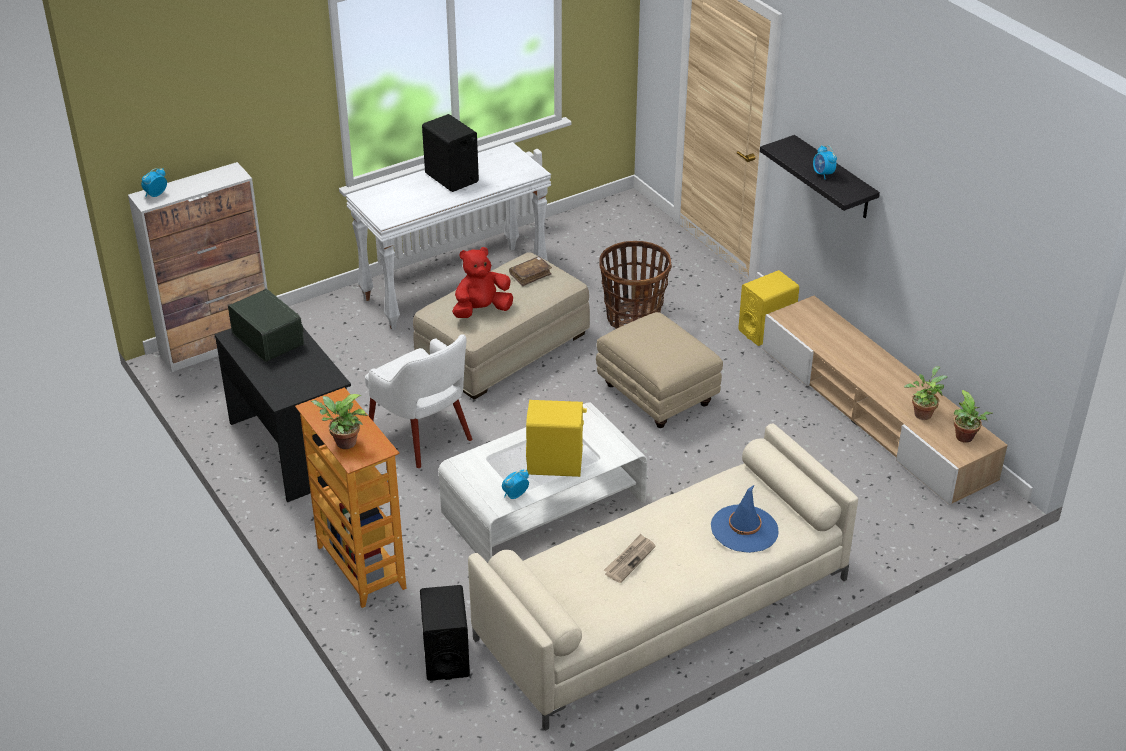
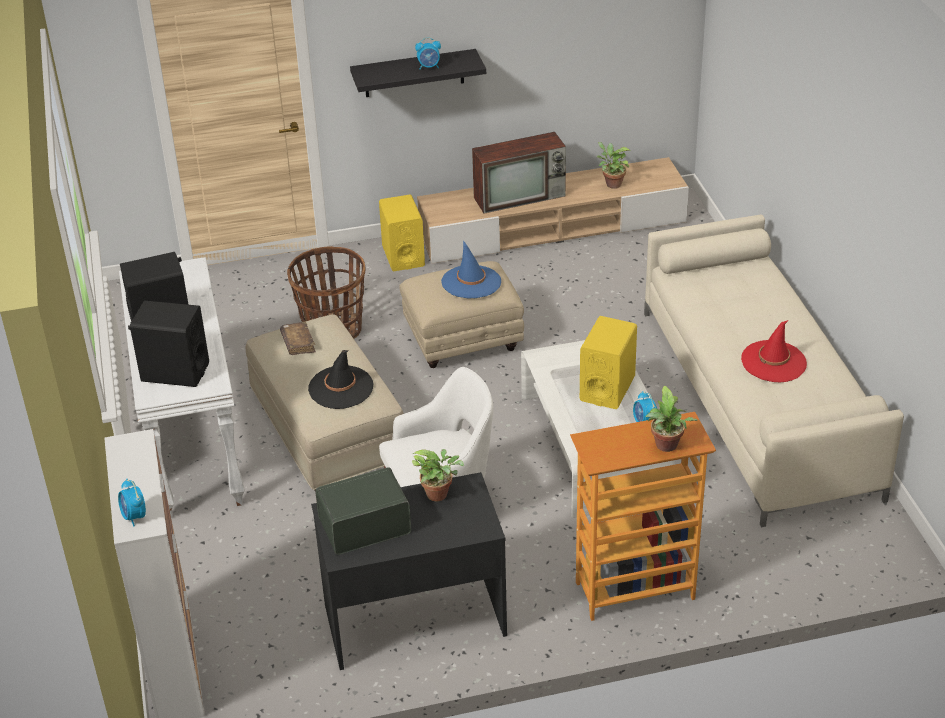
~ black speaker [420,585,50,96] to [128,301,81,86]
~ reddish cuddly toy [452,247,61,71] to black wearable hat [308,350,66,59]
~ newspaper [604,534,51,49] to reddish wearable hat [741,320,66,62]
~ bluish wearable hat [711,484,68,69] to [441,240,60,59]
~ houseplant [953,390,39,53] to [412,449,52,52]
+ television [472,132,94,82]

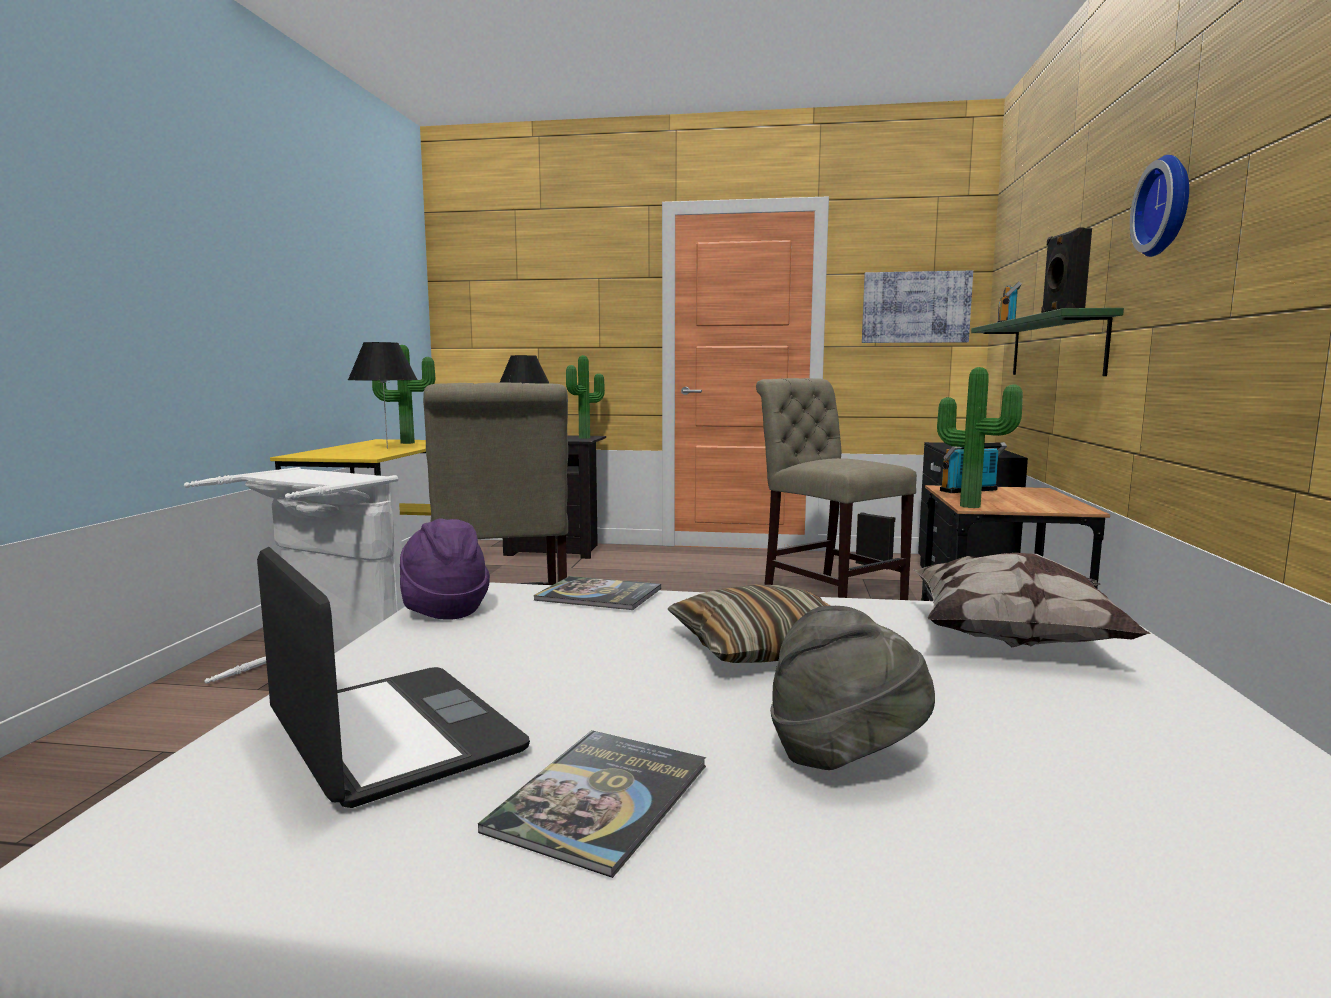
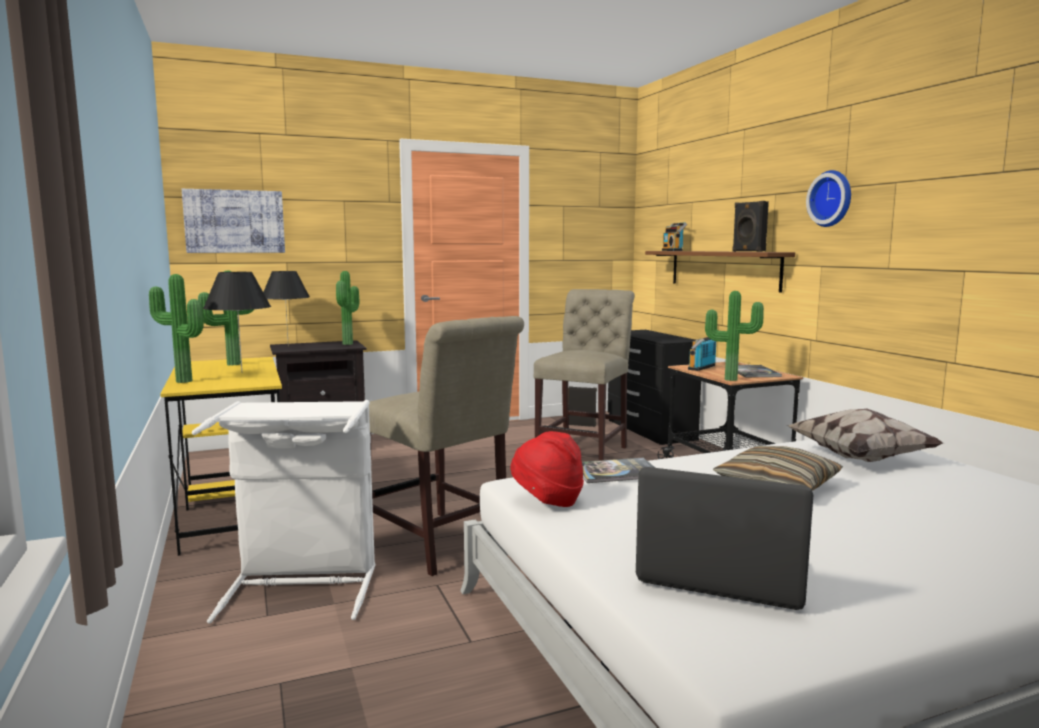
~ purplish wearable hat [400,518,90,102] to reddish wearable hat [510,431,74,76]
~ volume [478,730,228,148] to [738,365,44,12]
~ beige upright chair [756,378,161,222] = [534,289,101,172] 90 degrees clockwise
- greyish wearable hat [770,606,165,164]
~ wall picture [862,271,111,72] to [182,189,103,64]
~ green-coloured shelf [971,308,153,68] to brownish shelf [645,251,150,42]
+ houseplant [149,274,55,109]

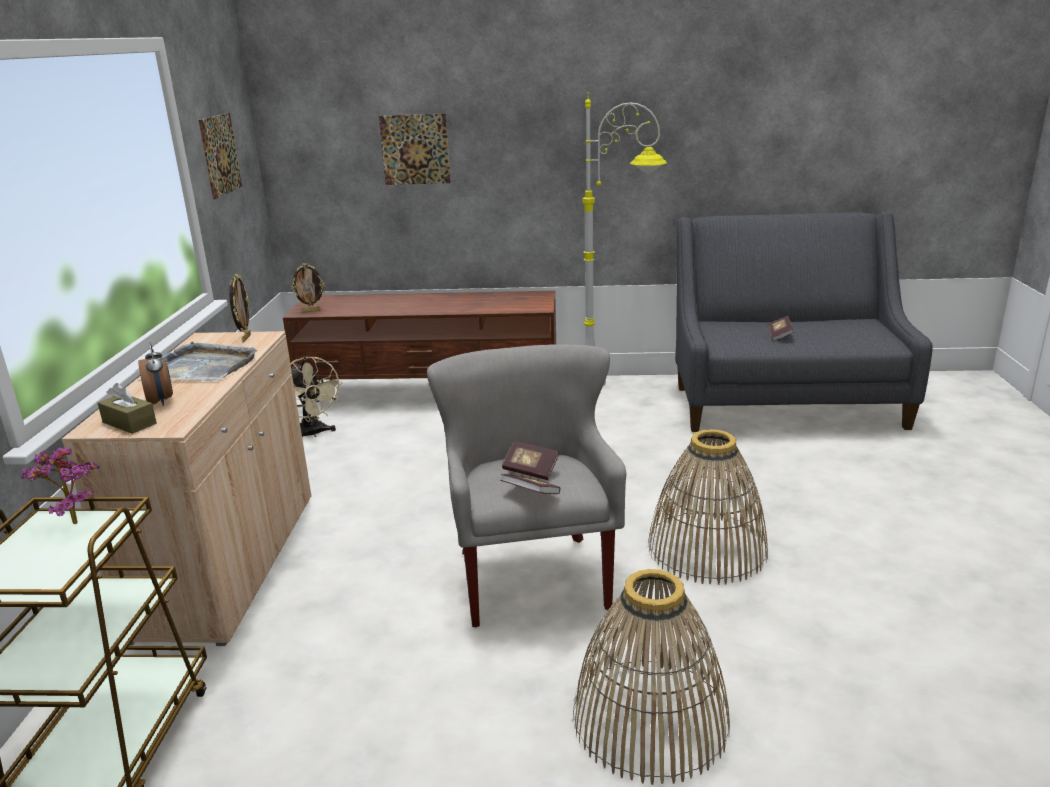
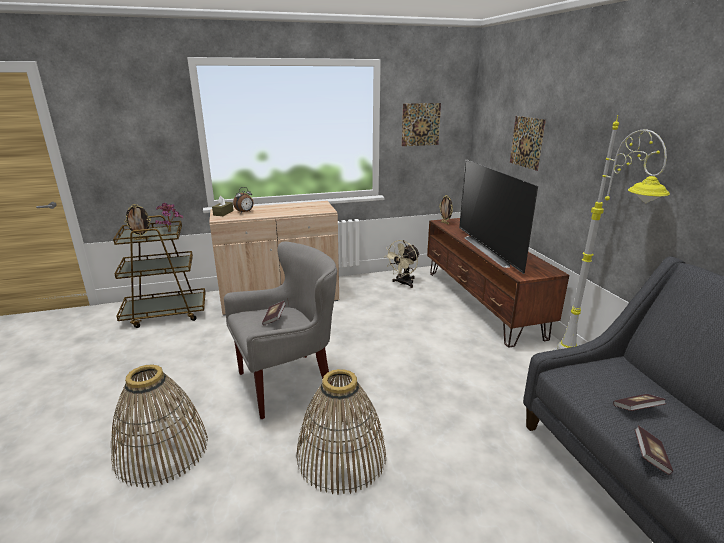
- greyish carrying tray [136,341,121,41]
~ photo frame [229,274,22,68] to [124,204,27,36]
~ volume [500,474,61,20] to [634,426,39,49]
+ television [459,159,79,115]

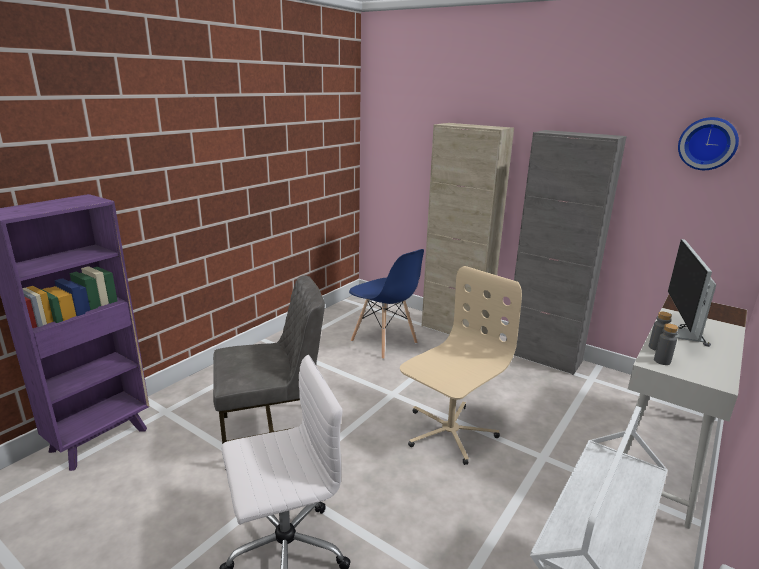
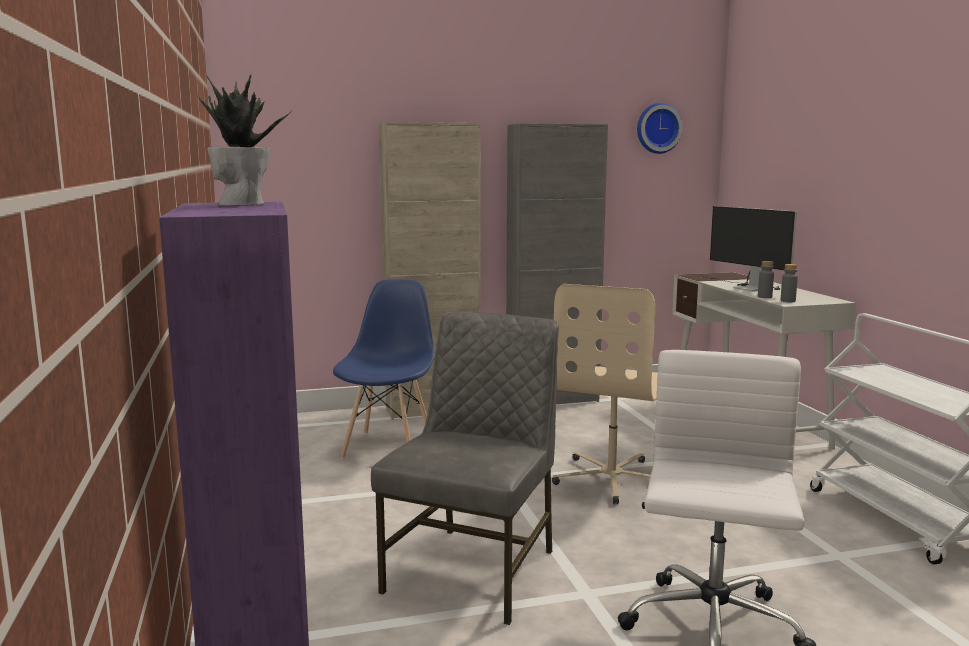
~ bluish upright chair [349,249,75,110] = [333,279,101,180] 75 degrees counterclockwise
~ beige desk chair [400,266,122,199] = [552,284,106,221] 150 degrees counterclockwise
+ houseplant [196,74,97,132]

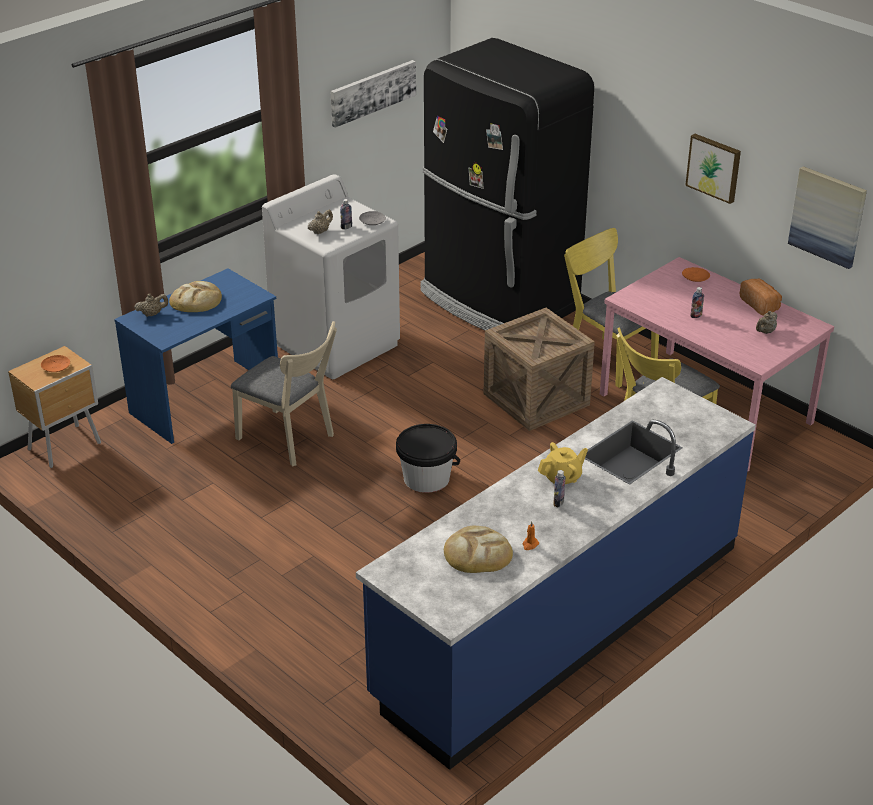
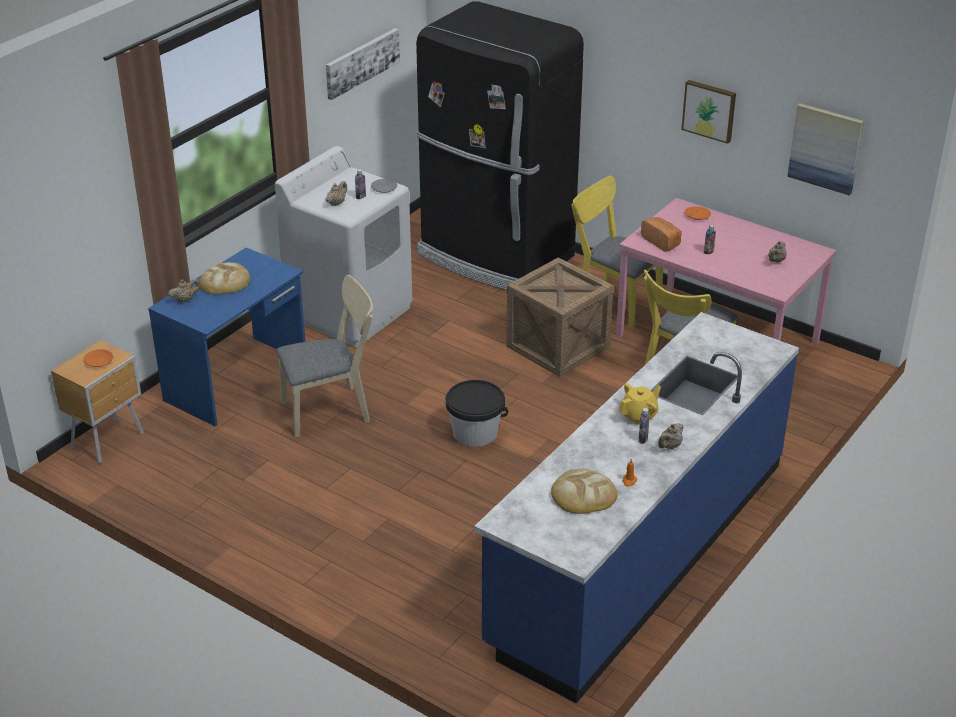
~ beige upright chair [231,321,106,146] = [276,275,97,162] 45 degrees counterclockwise
~ bakery bread [739,279,43,37] to [641,217,41,35]
+ beige teapot [658,423,25,26]

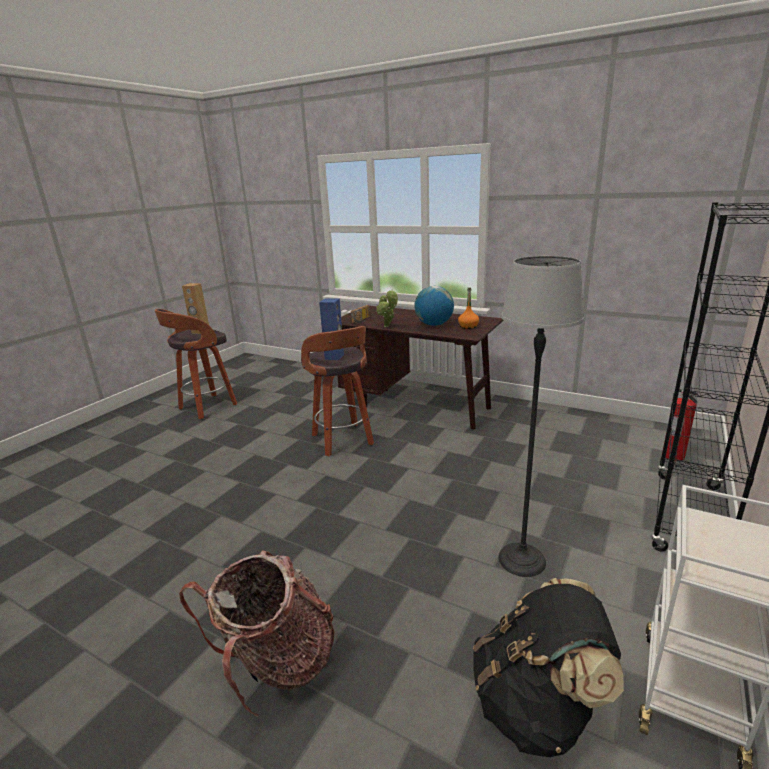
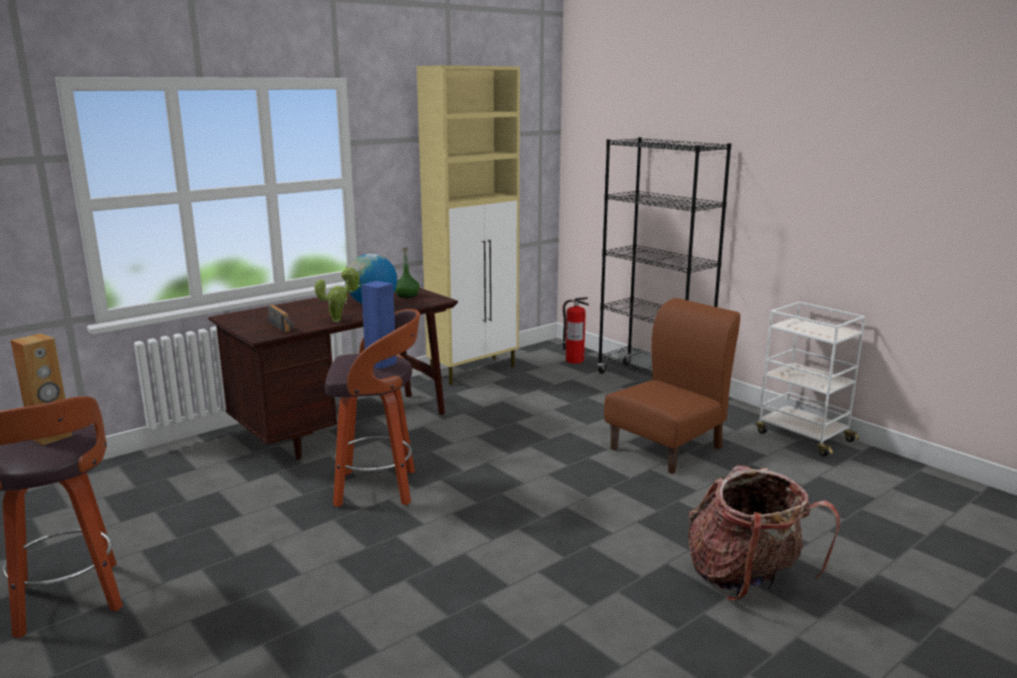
~ orange-coloured bottle [458,288,21,41] to green-coloured bottle [395,248,25,50]
- black rucksack [473,578,151,179]
~ standard lamp [498,256,86,321] to brownish upright chair [604,298,136,176]
+ beige storage cabinet [417,65,103,320]

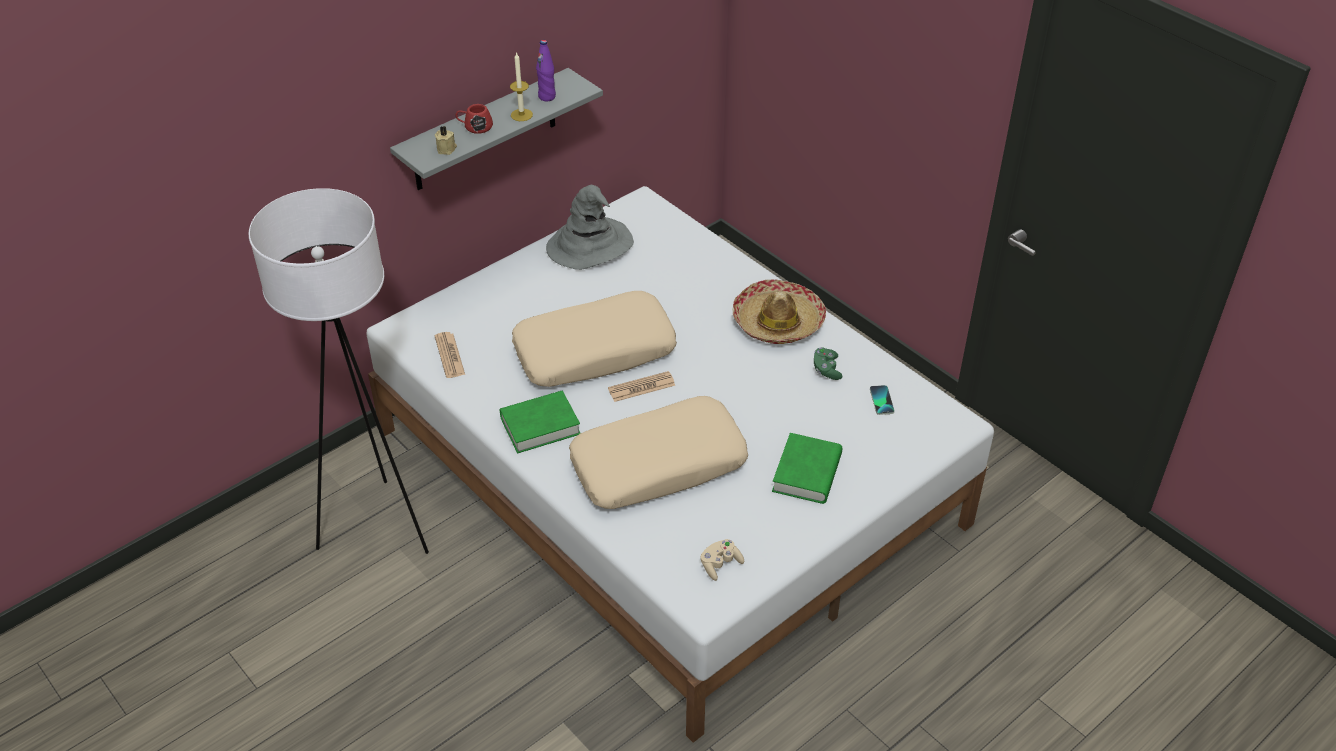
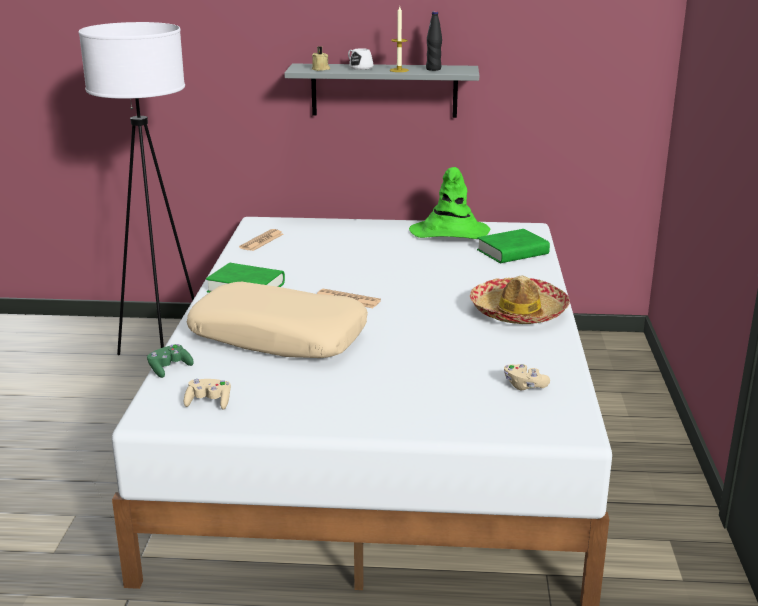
~ reddish tea mug [456,104,37,30] to white tea mug [348,48,25,22]
- beige throw pillow [512,291,165,96]
~ purplish bottle [536,40,20,61] to black bottle [426,11,16,60]
~ greyish wearable hat [546,185,88,85] to green-coloured wearable hat [409,167,81,72]
~ green-coloured volume [772,433,70,71] to [477,229,73,34]
~ green-coloured game controller [814,347,28,33] to [147,344,47,34]
~ phone [870,385,25,30] to beige game controller [504,364,46,26]

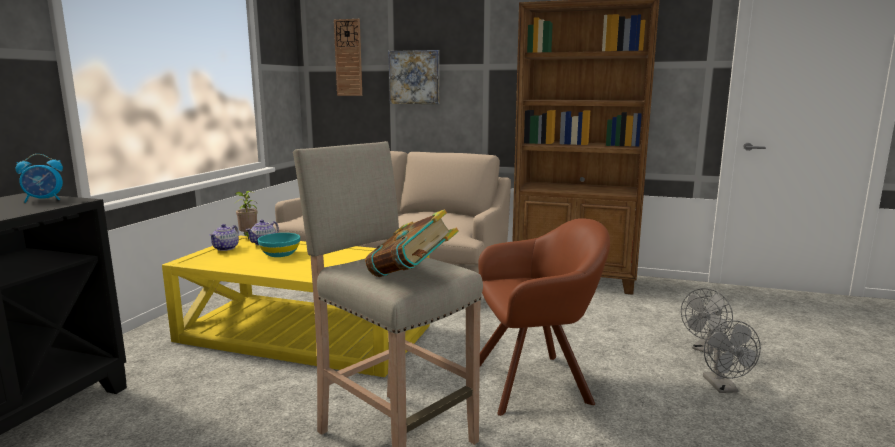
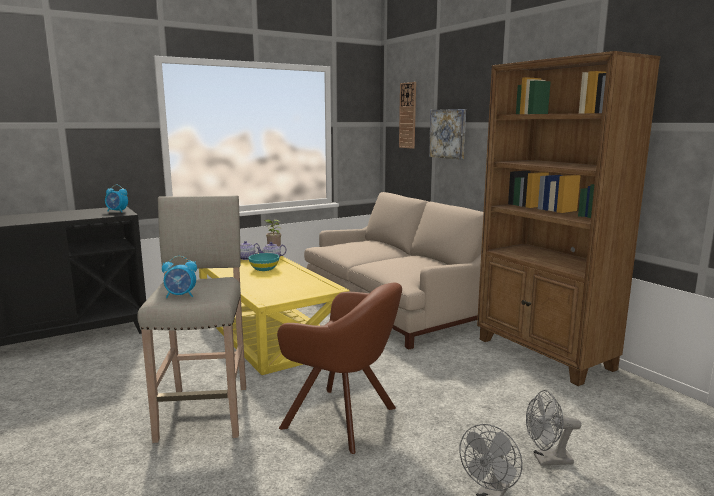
~ volume [365,209,94,68] to alarm clock [162,256,35,42]

